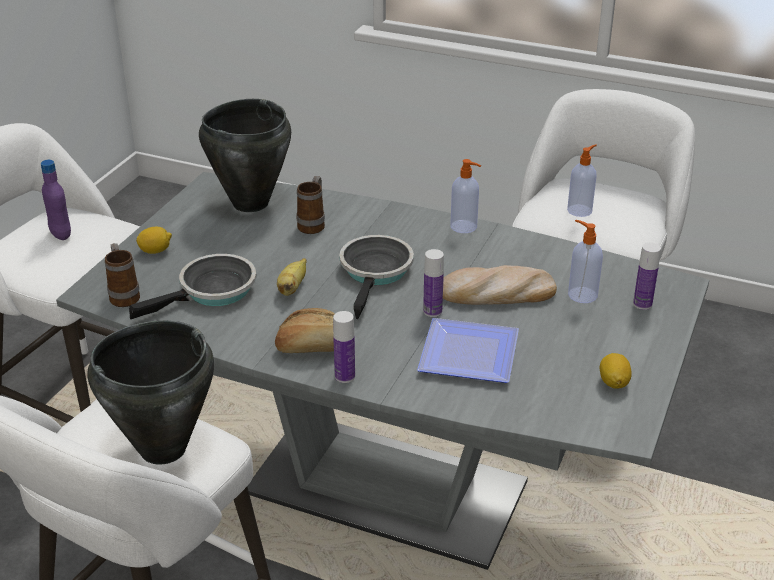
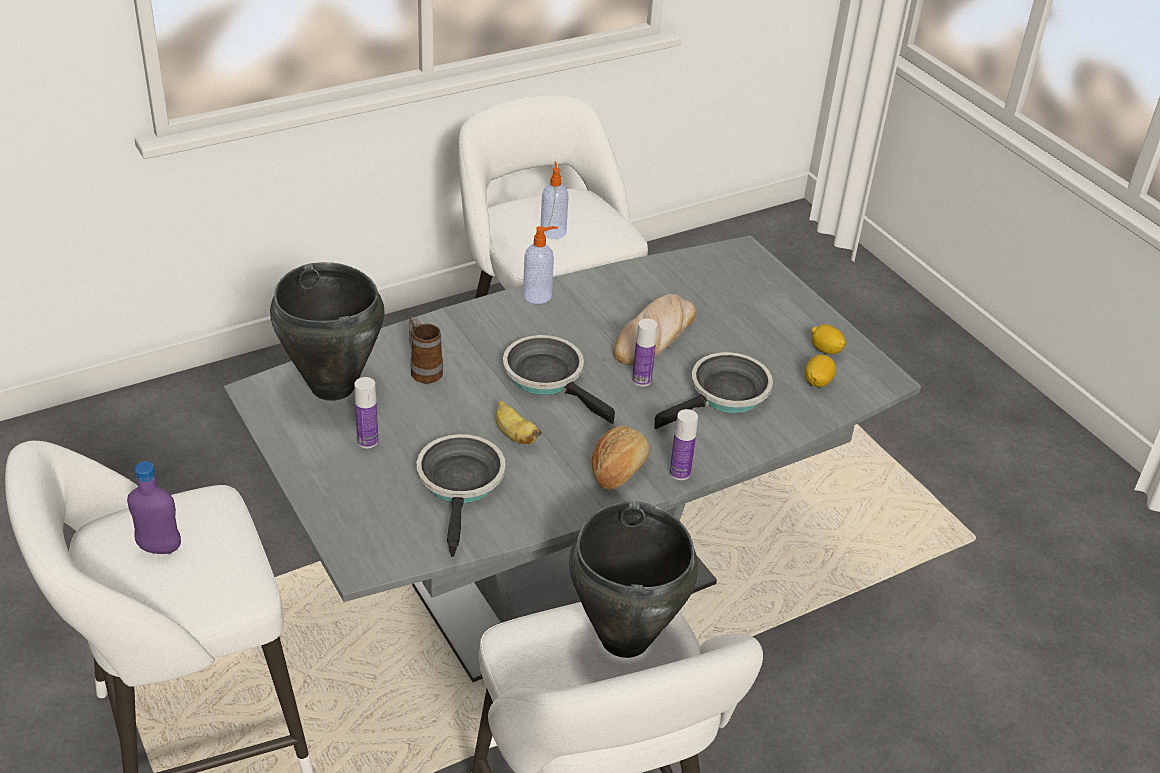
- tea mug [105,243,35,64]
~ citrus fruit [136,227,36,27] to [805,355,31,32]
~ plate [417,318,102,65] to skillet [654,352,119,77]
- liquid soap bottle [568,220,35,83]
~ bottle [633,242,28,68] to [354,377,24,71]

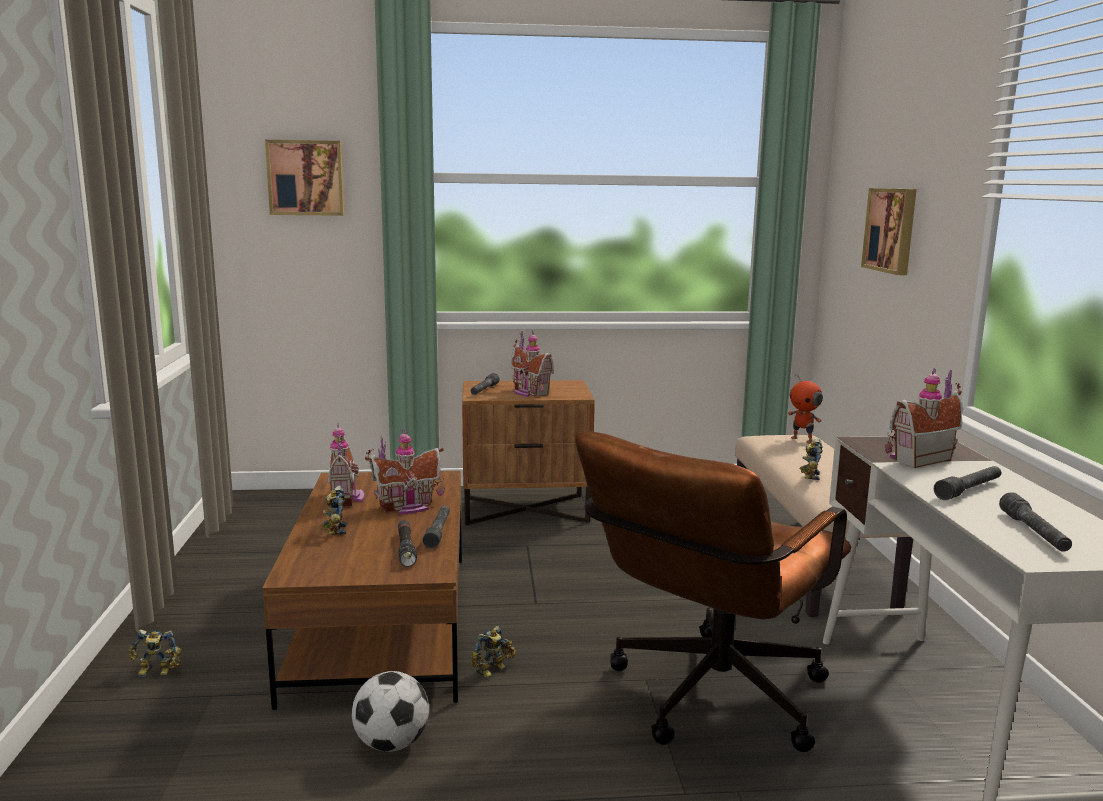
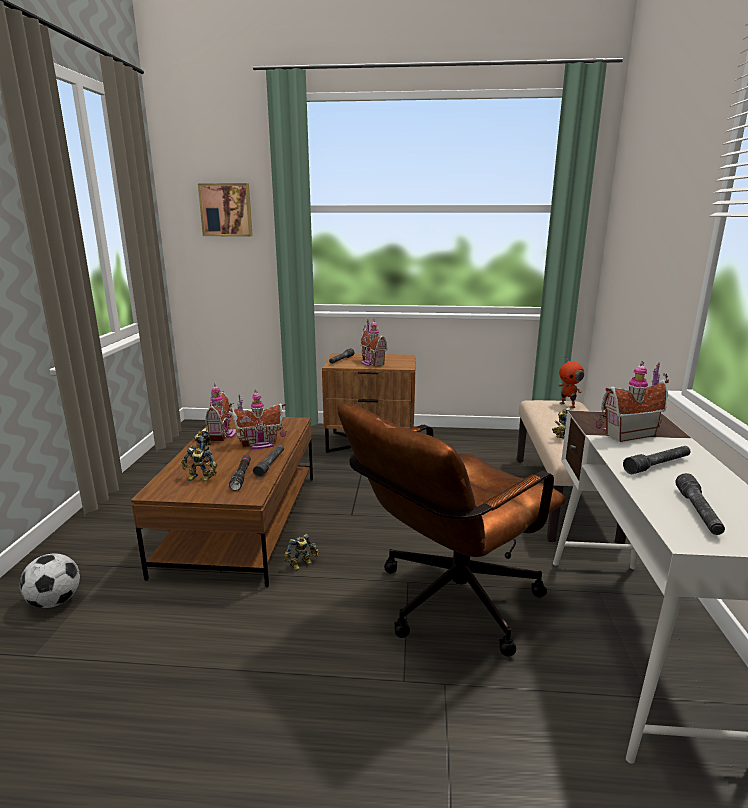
~ robot figure [128,629,54,48] to [181,447,36,34]
~ football [352,671,77,81] to [19,553,61,55]
- wall picture [861,188,56,87]

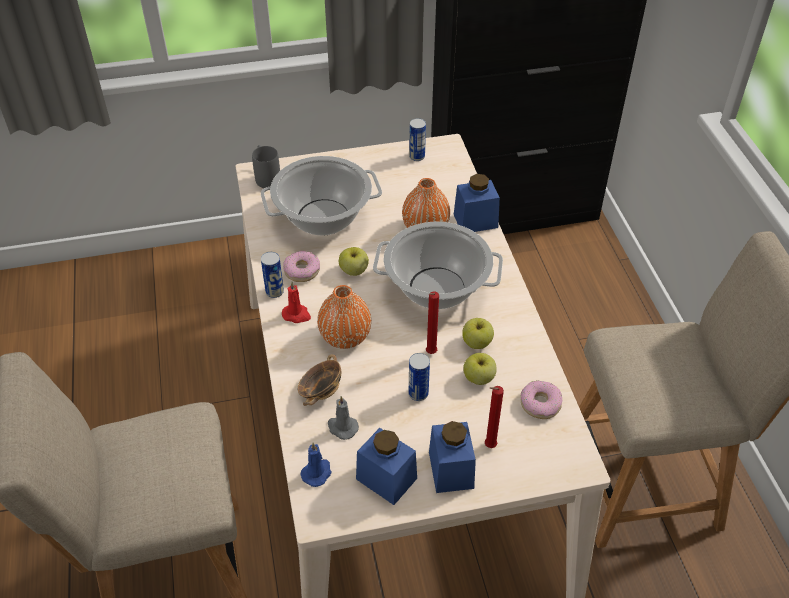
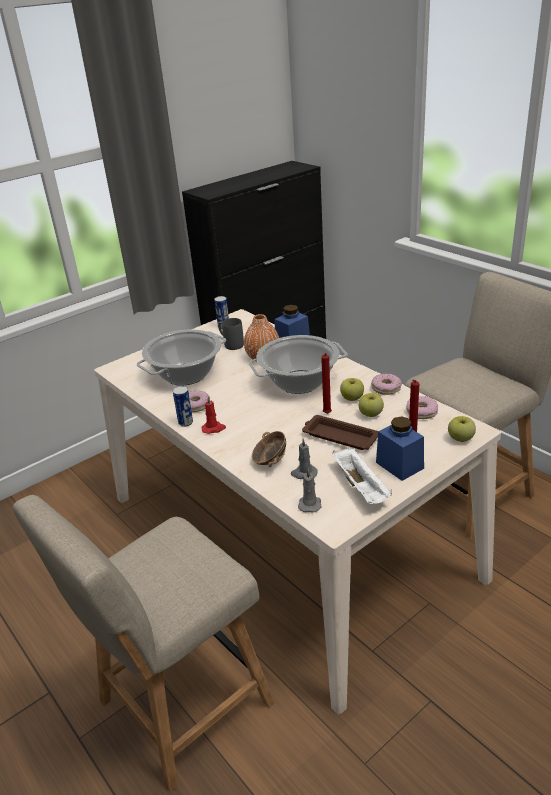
~ greyish tea mug [252,145,28,43] to [218,318,26,32]
~ bluish wax candle [300,442,32,45] to greyish wax candle [298,469,24,43]
- orange-coloured vase [317,285,54,64]
~ apple [339,247,30,29] to [448,416,28,26]
~ bluish preserve jar [356,428,61,77] to white carrying tray [332,447,60,57]
~ can [409,353,21,48] to brownish carrying tray [302,415,76,35]
+ donut [371,374,31,21]

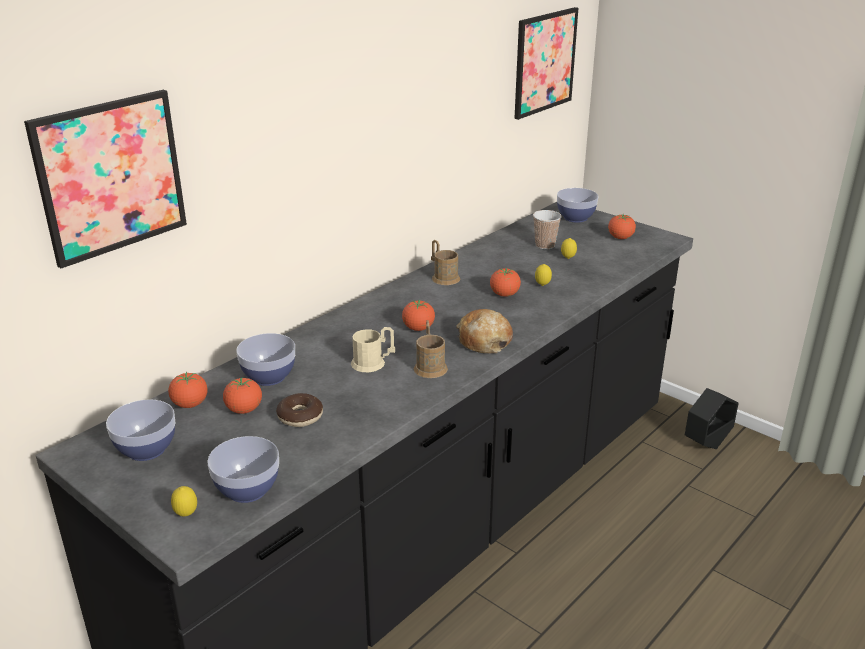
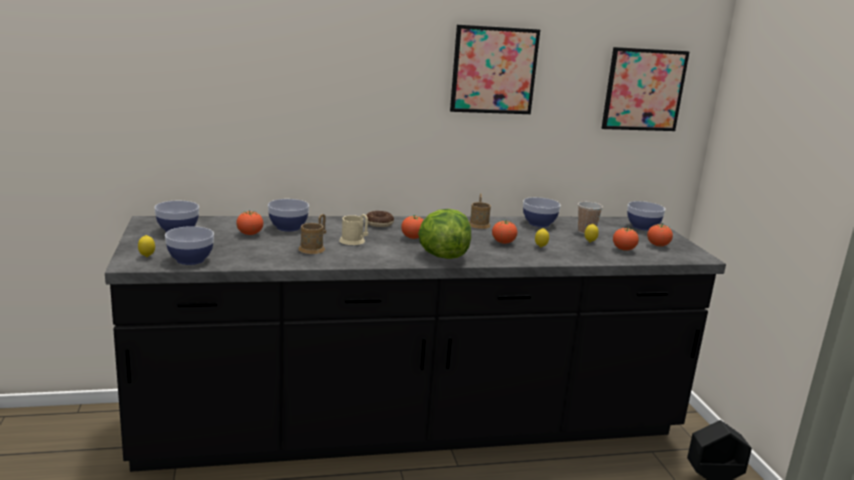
~ wall picture [24,90,163,178] to [450,25,90,89]
~ whole tomato [168,371,40,37] to [613,227,26,24]
~ donut [276,393,47,34] to [366,211,28,16]
~ brownish tea mug [414,320,34,58] to [298,214,28,40]
~ bakery bread [456,309,57,44] to head of lettuce [418,209,53,50]
+ bowl [523,197,38,30]

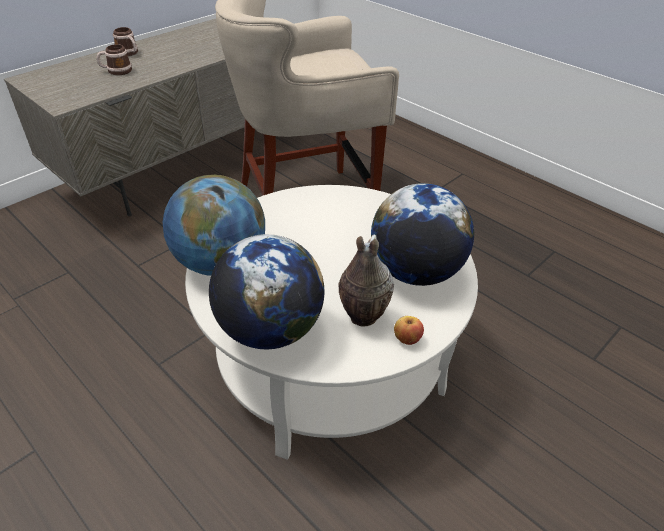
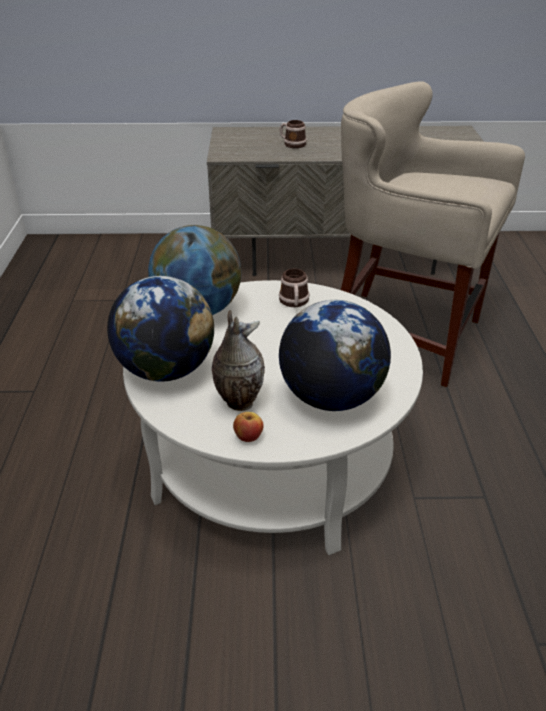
~ tea mug [113,27,25,29] to [279,268,30,39]

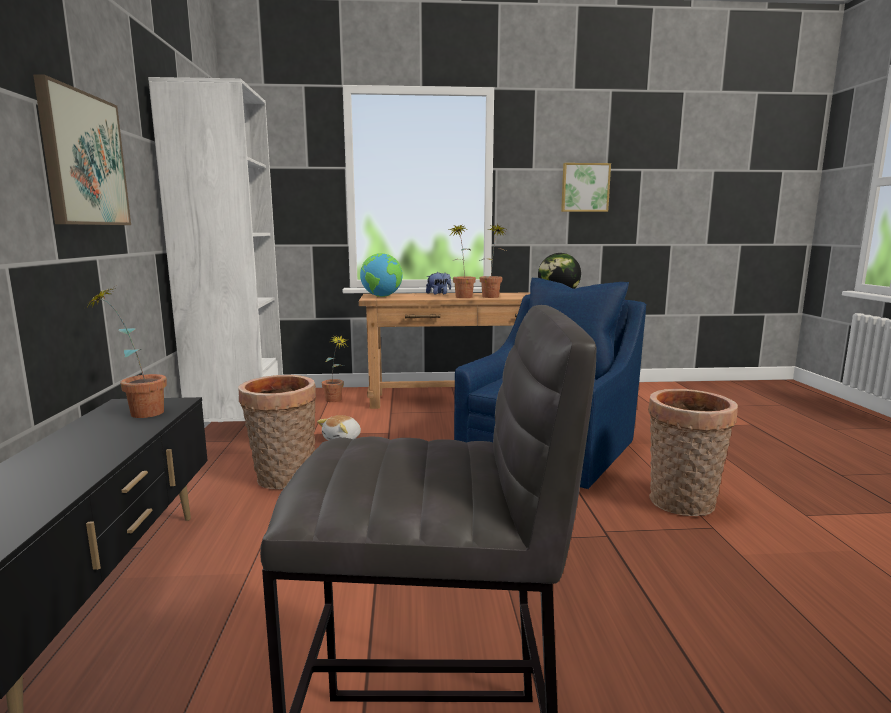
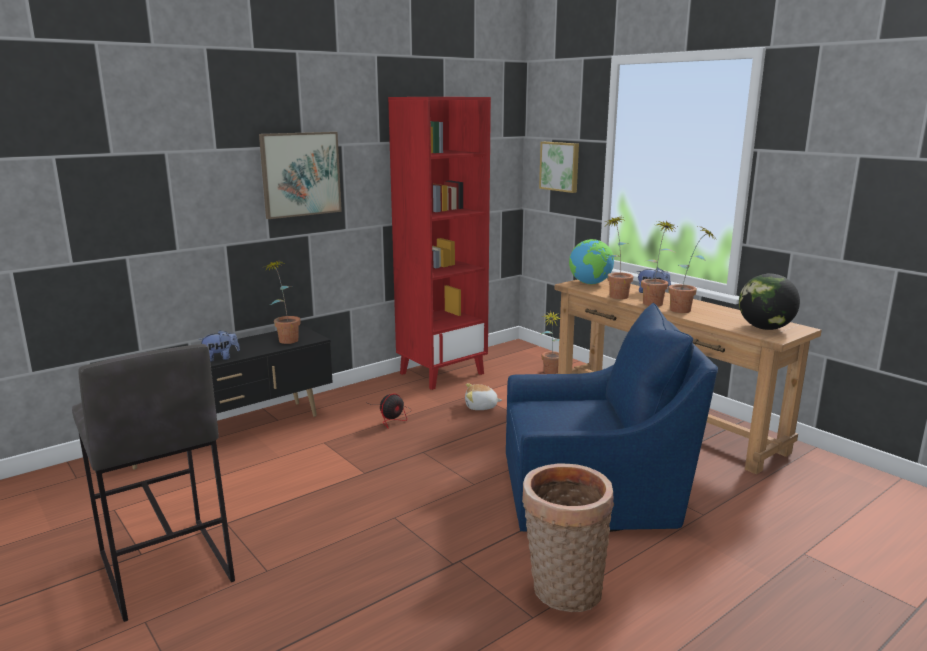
~ white bookcase [148,77,135,345] to reddish bookcase [388,97,103,293]
~ basket [238,375,78,114] to electric fan [365,393,47,36]
~ wall picture [561,163,50,49] to [539,142,40,51]
+ cuddly toy [198,330,42,32]
+ houseplant [604,216,29,83]

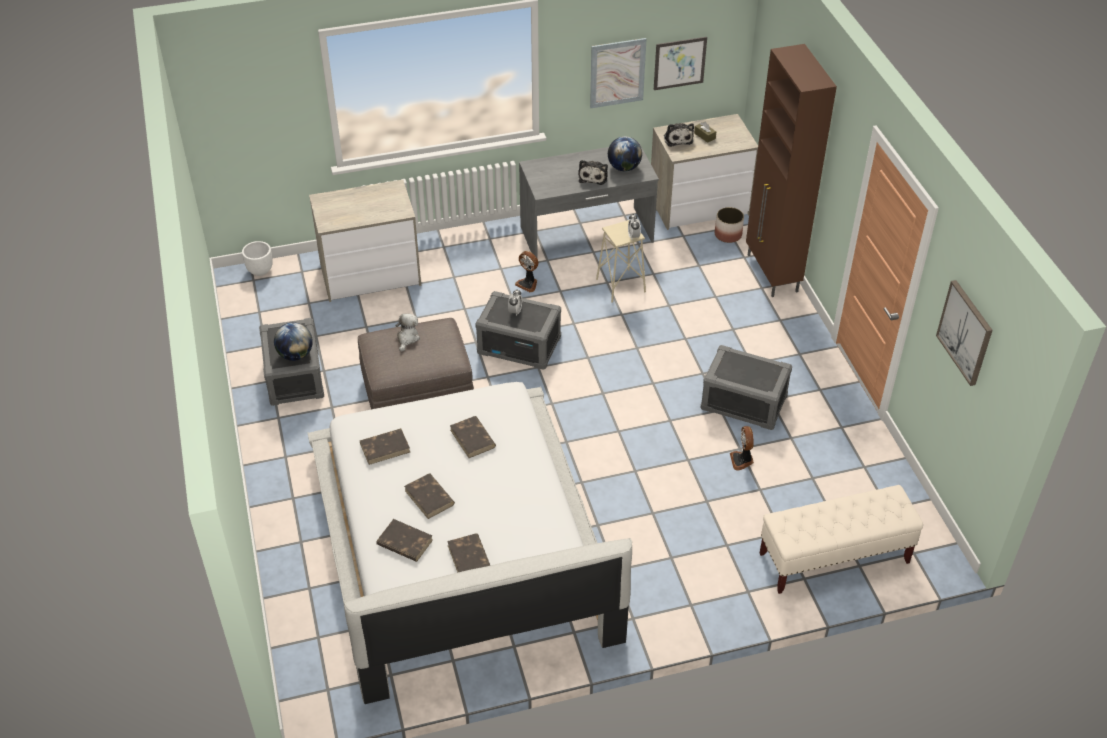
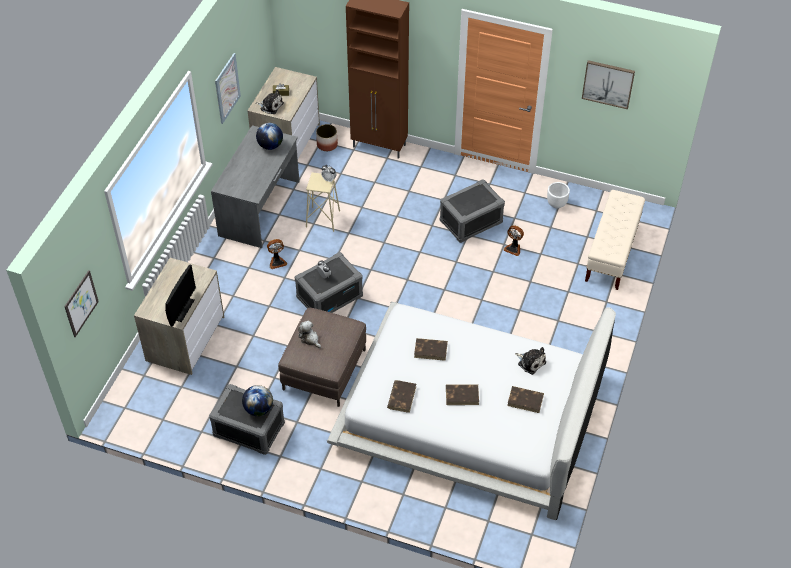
~ white plant pot [242,241,31,35] to [547,182,23,26]
- brownish volume [376,519,57,43]
~ cuddly toy [578,160,30,25] to [515,347,31,28]
~ wall picture [654,37,53,53] to [64,270,35,67]
+ computer screen [165,265,31,62]

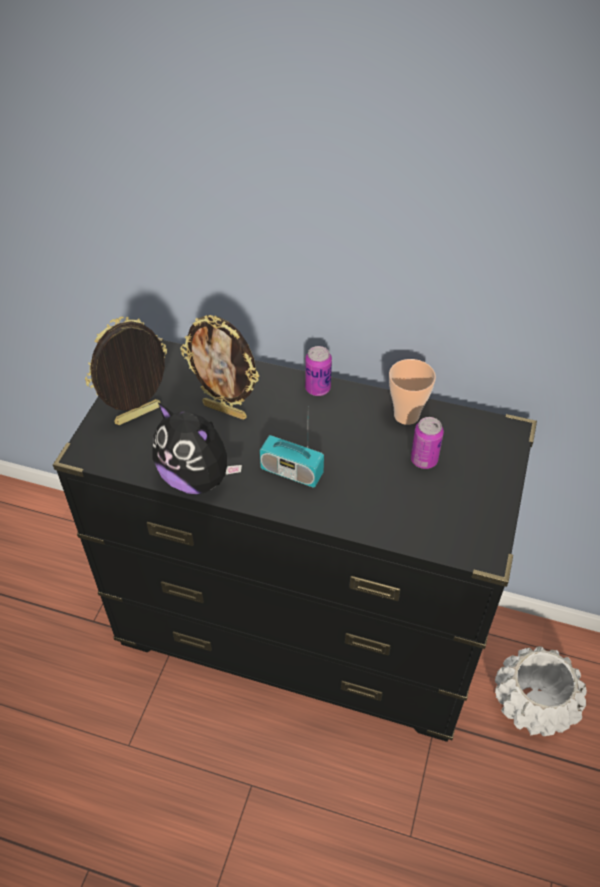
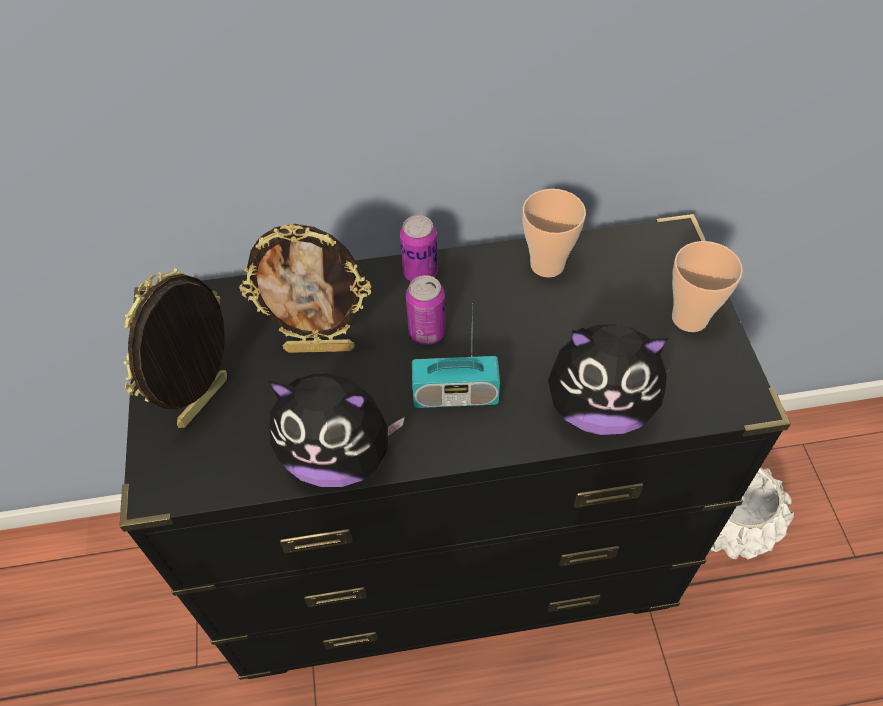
~ can [411,417,33,52] to [406,275,40,70]
+ cuddly toy [548,324,125,111]
+ small cup [672,241,71,91]

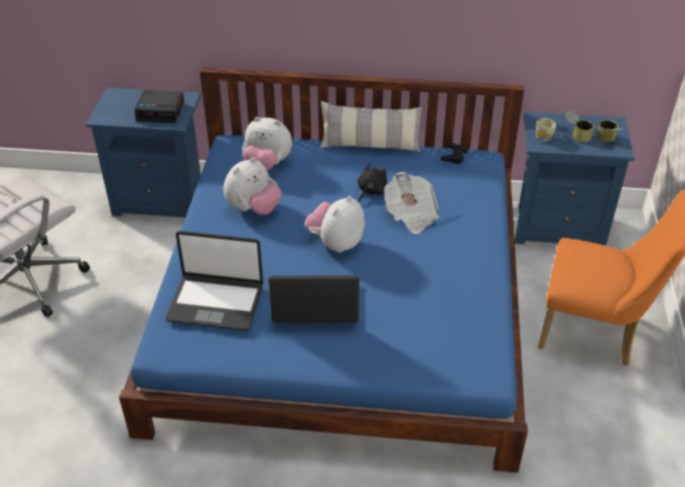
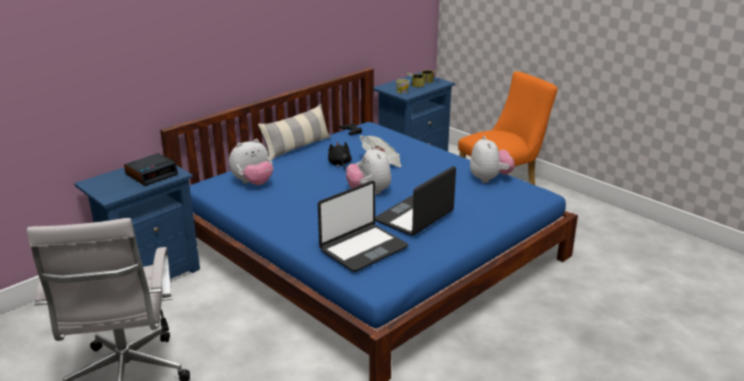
~ cuddly toy [223,157,58,58] to [470,136,44,47]

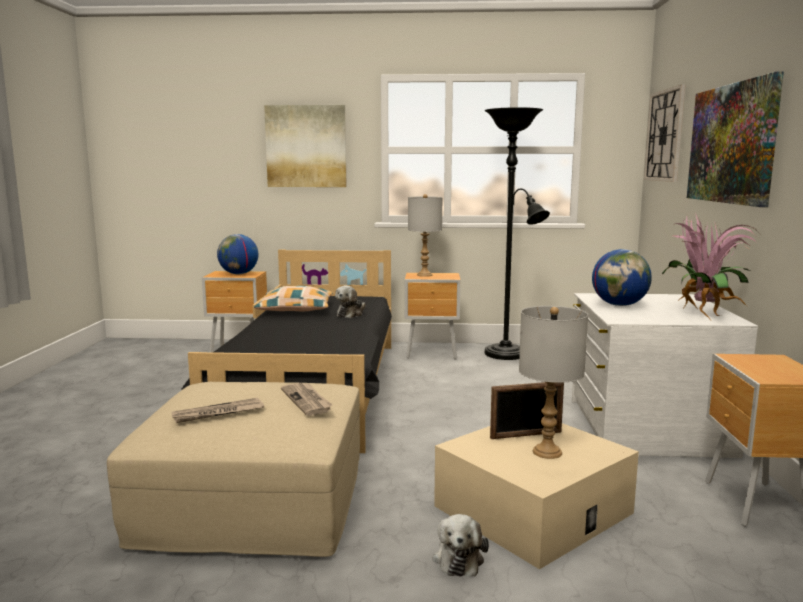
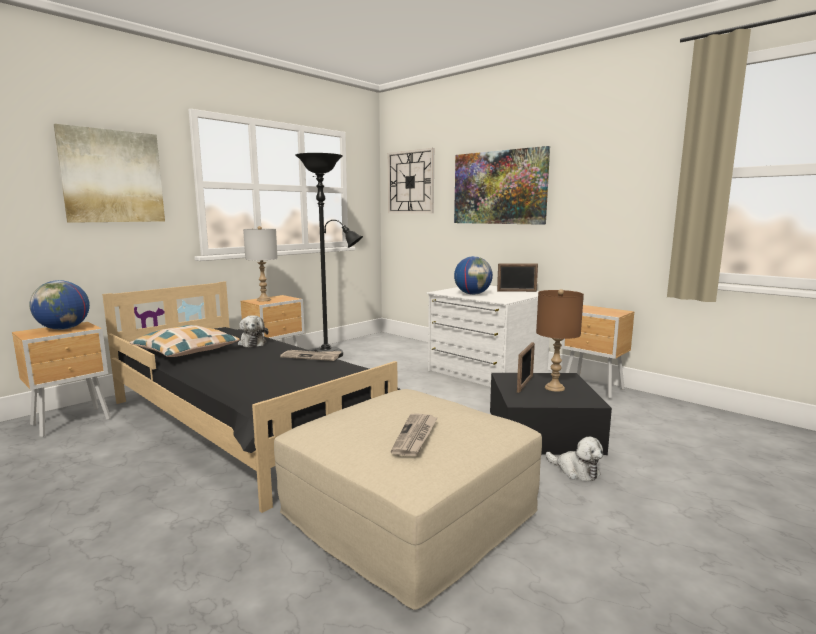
~ newspaper [281,383,52,33] to [280,350,61,11]
~ beige storage box [434,423,205,146] to black storage box [490,373,122,82]
~ greyish table lamp [519,306,69,153] to brownish table lamp [536,289,48,103]
~ houseplant [662,213,95,107] to photo frame [497,263,41,29]

